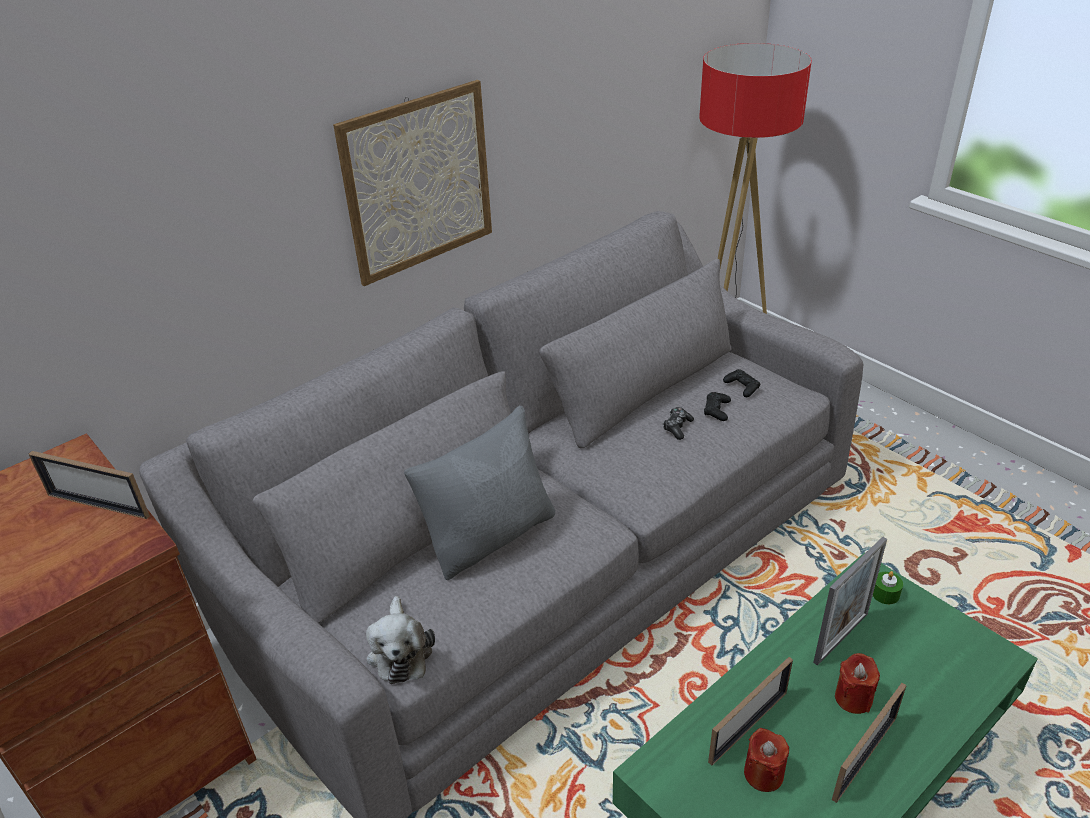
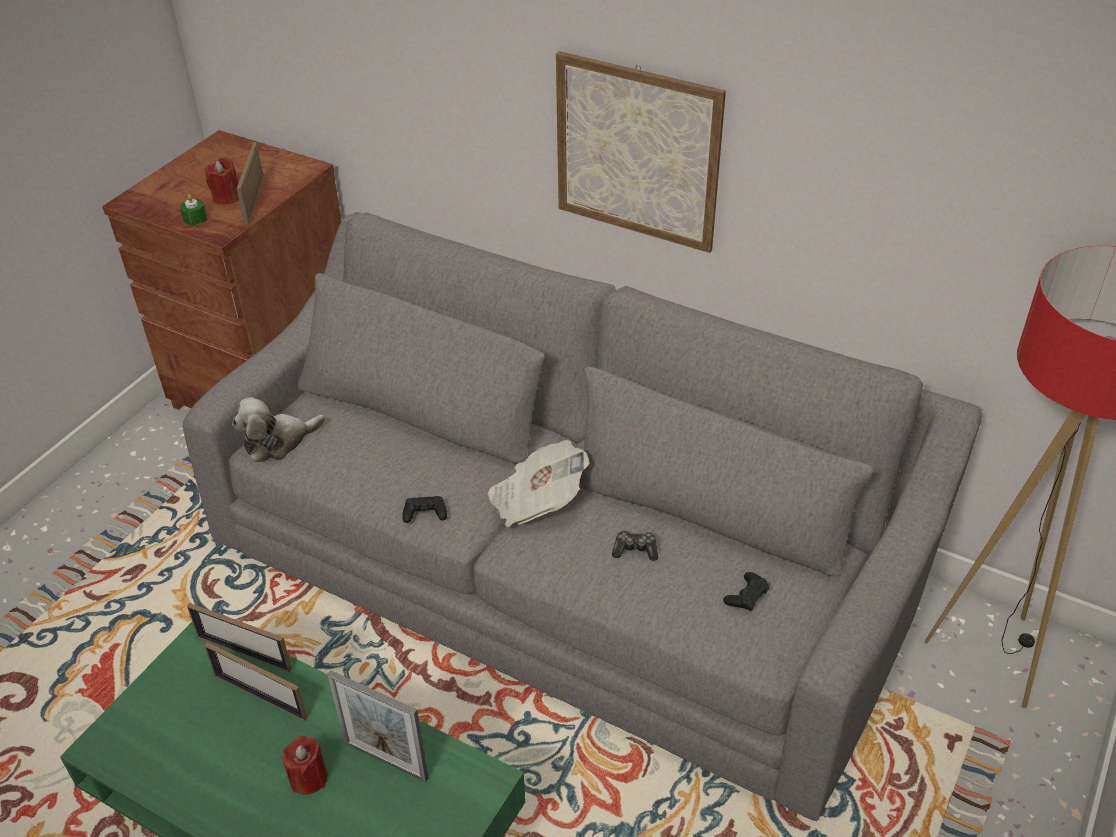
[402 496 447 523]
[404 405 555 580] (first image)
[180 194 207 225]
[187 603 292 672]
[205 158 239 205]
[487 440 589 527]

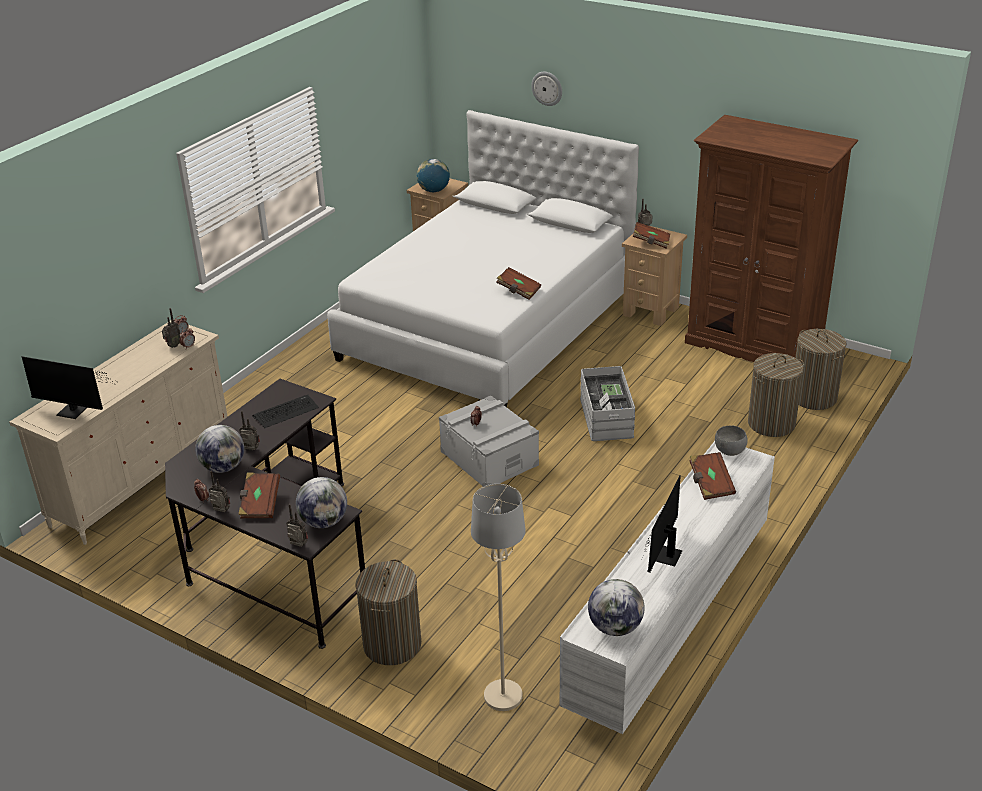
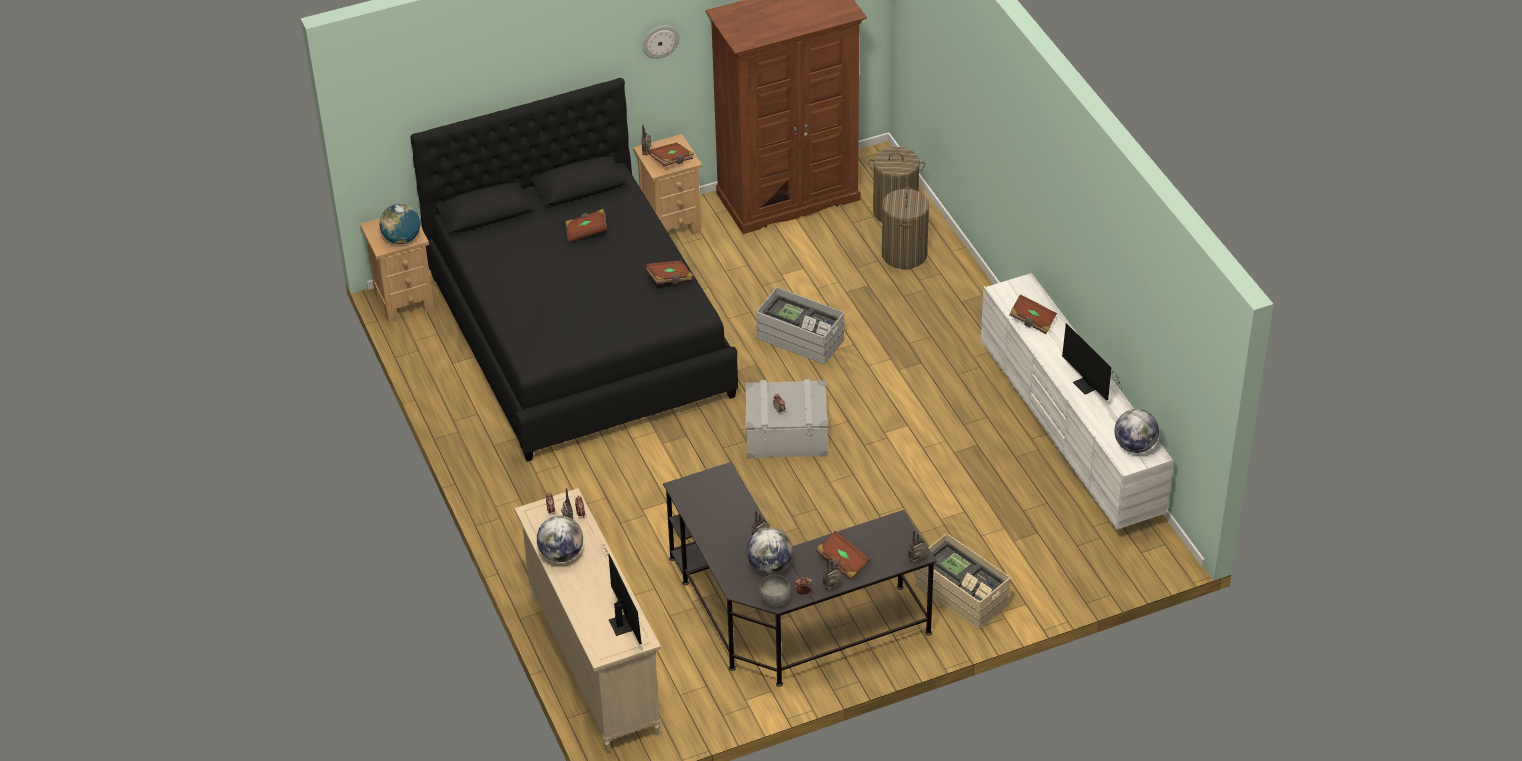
[642 26 680 59]
[411 78 738 462]
[603 547 642 644]
[252 395 319 428] (first image)
[759 575 791 606]
[537 516 583 562]
[471 484 526 711] (first image)
[915 534 1010 629]
[566 209 607 242]

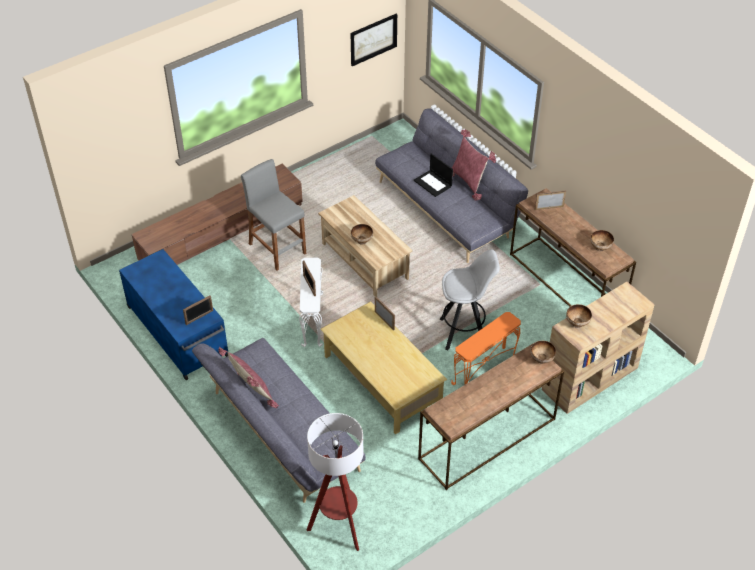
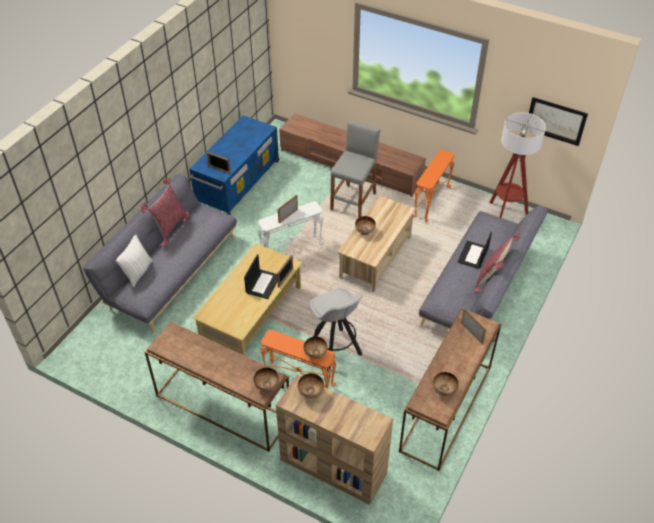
[489 112 546 218]
[413 150 455 222]
[116 235 153 287]
[244 254 277 299]
[304 336 328 359]

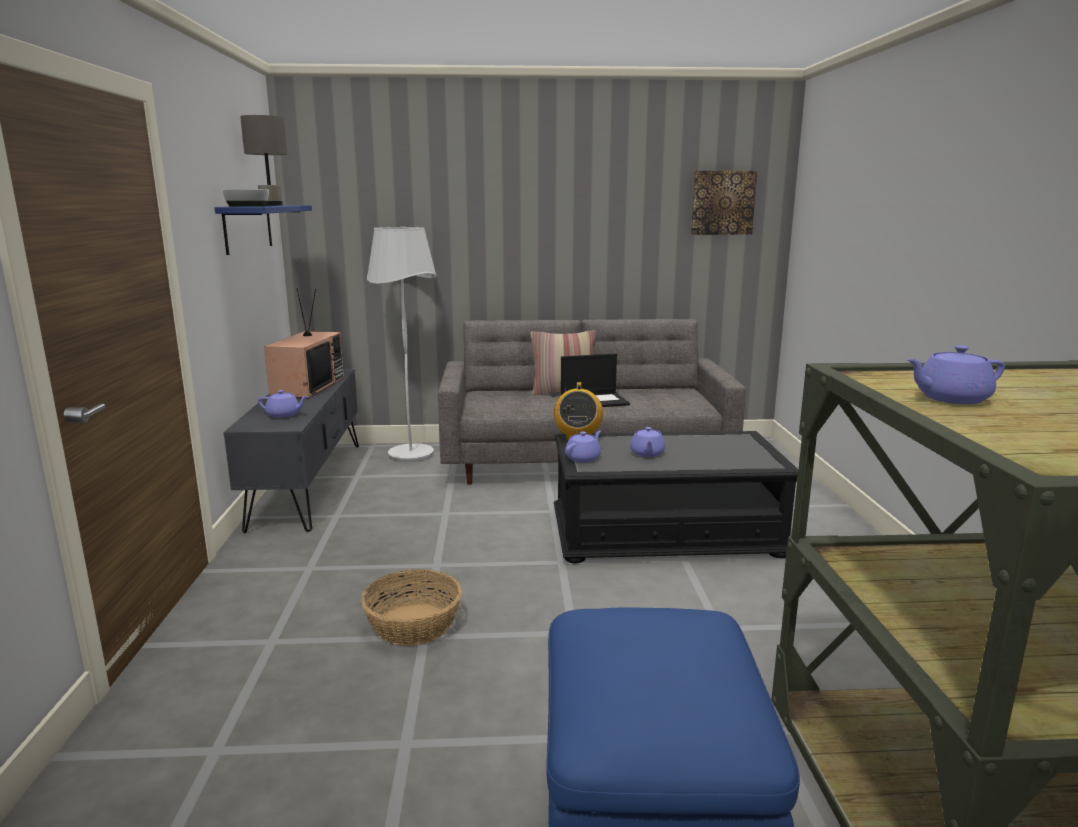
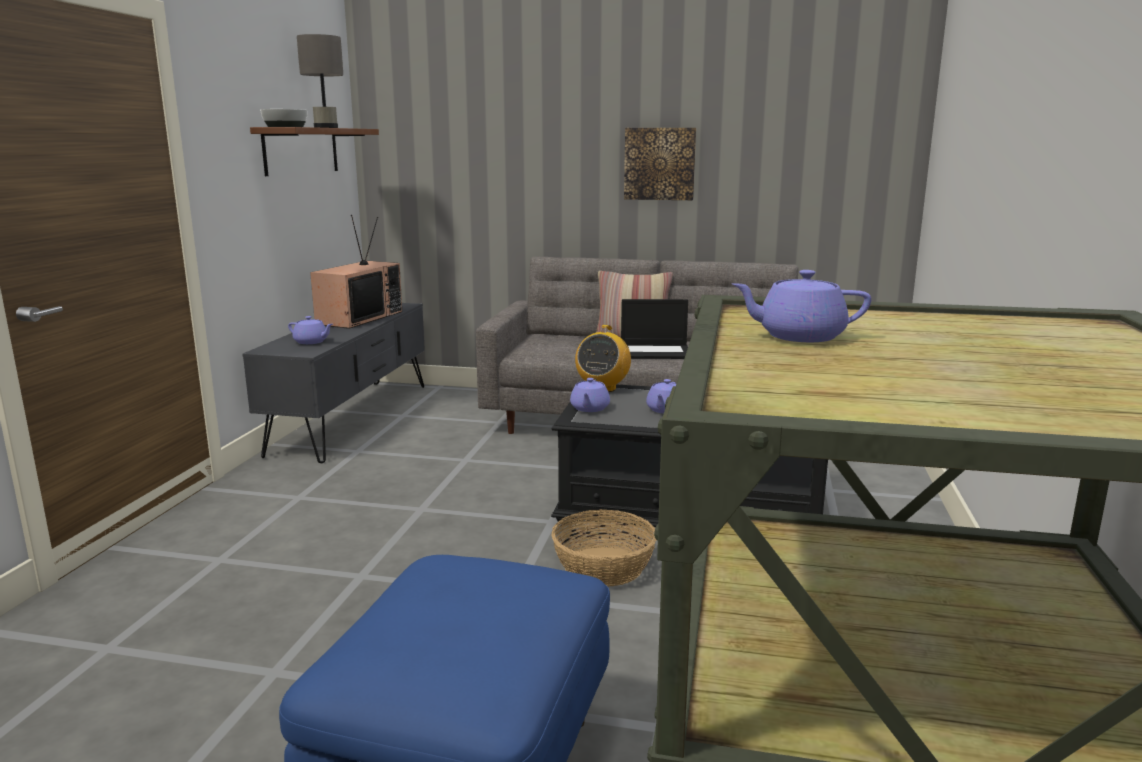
[624 128 696 200]
[250 127 379 176]
[367 227 437 462] (first image)
[570 378 610 412]
[551 510 657 587]

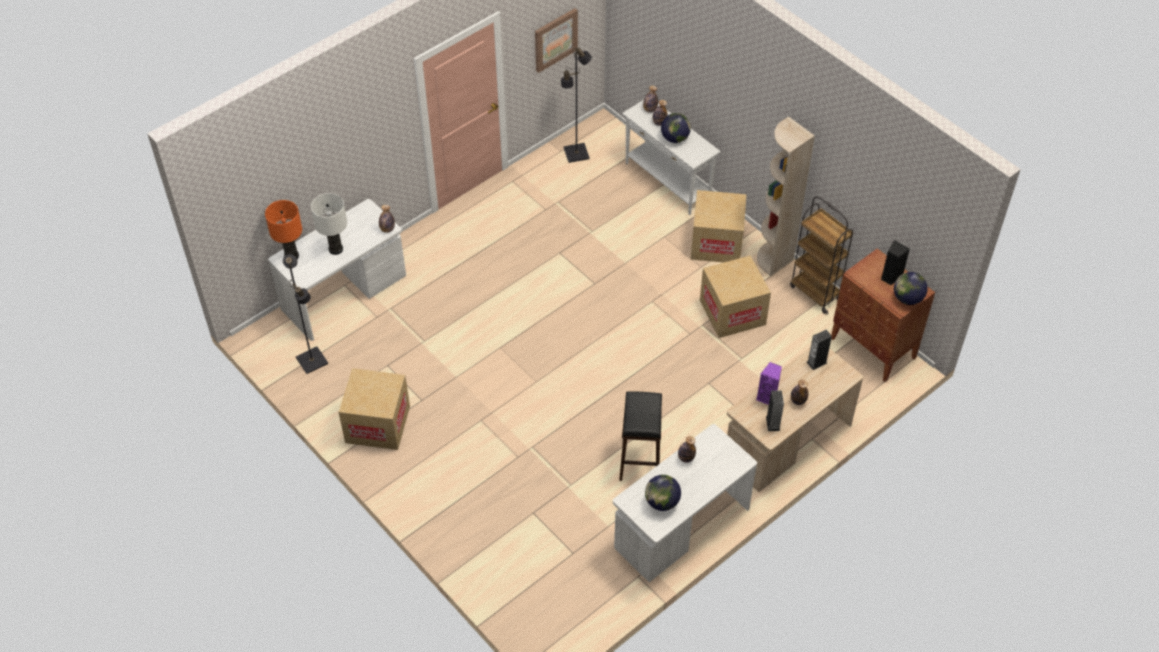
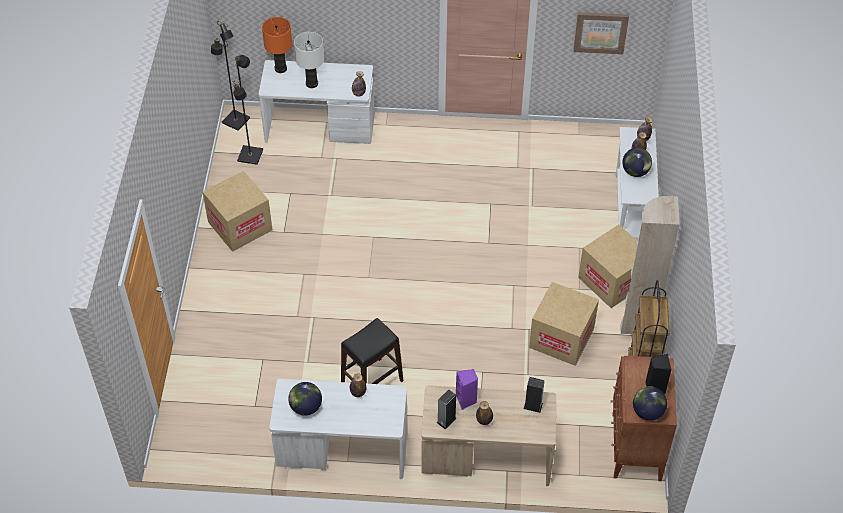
[211 21 250 131]

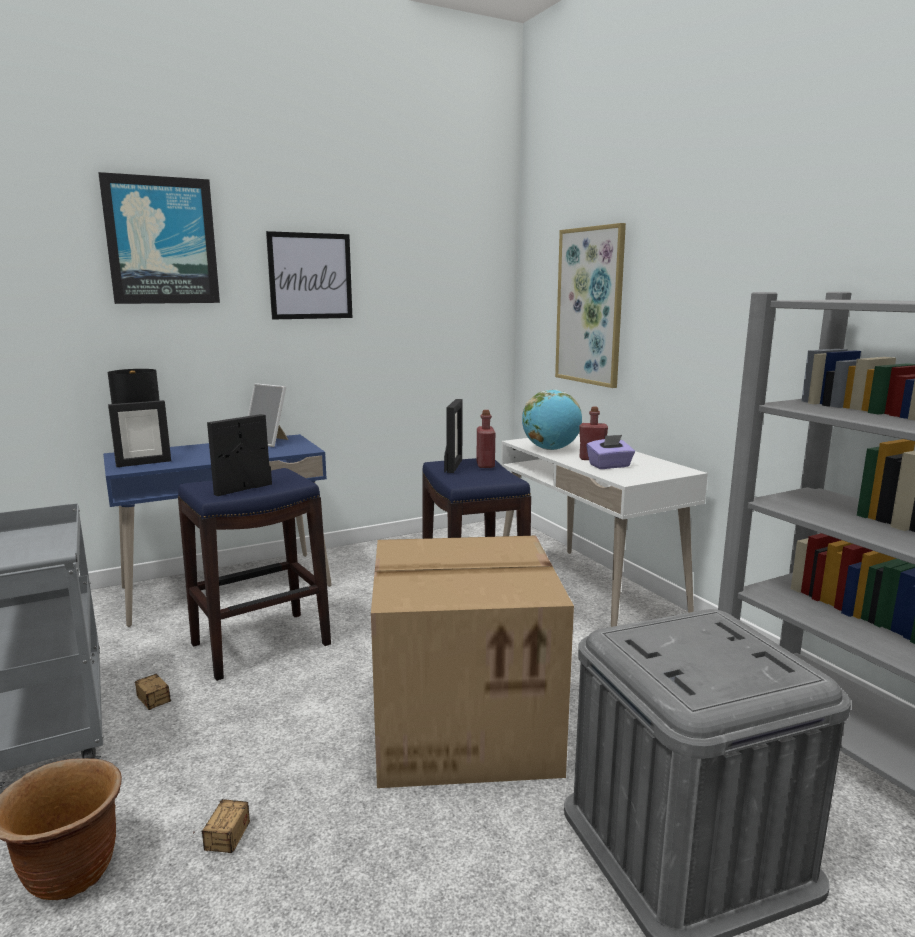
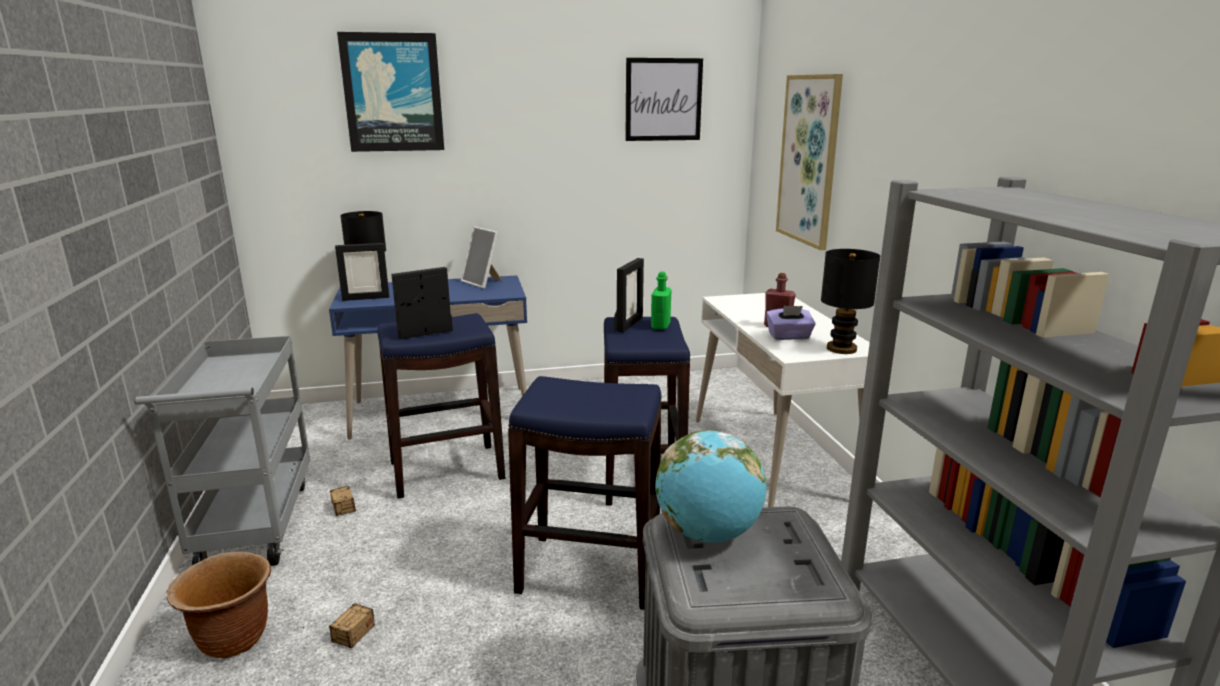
[625 58 703 141]
[655 430 766 543]
[651 272 671 330]
[508 376 662 610]
[821 249 880 354]

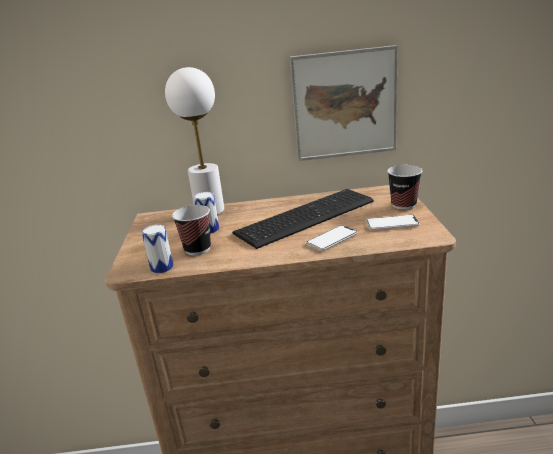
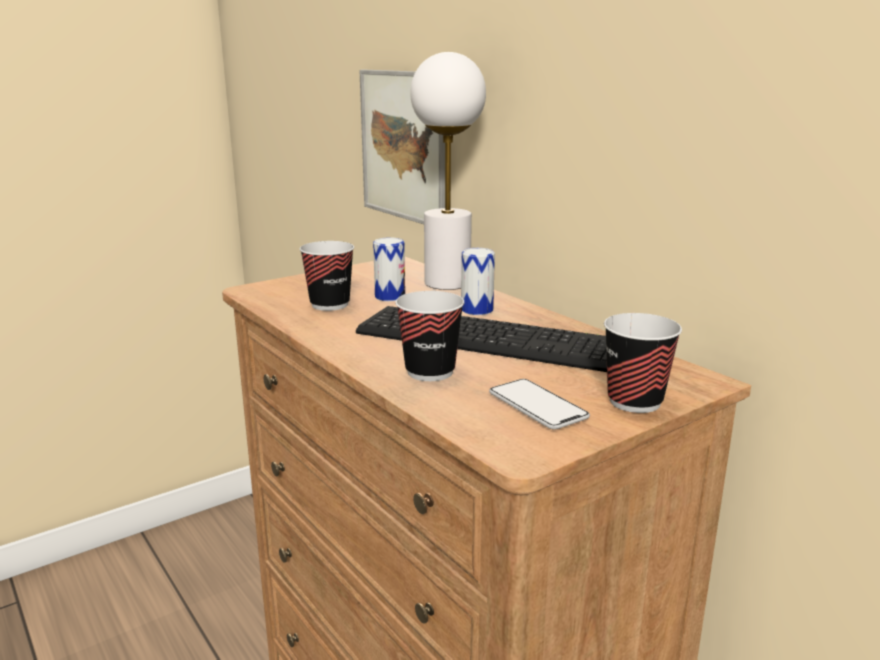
[359 70 445 224]
[461 248 495 315]
[395 291 465 381]

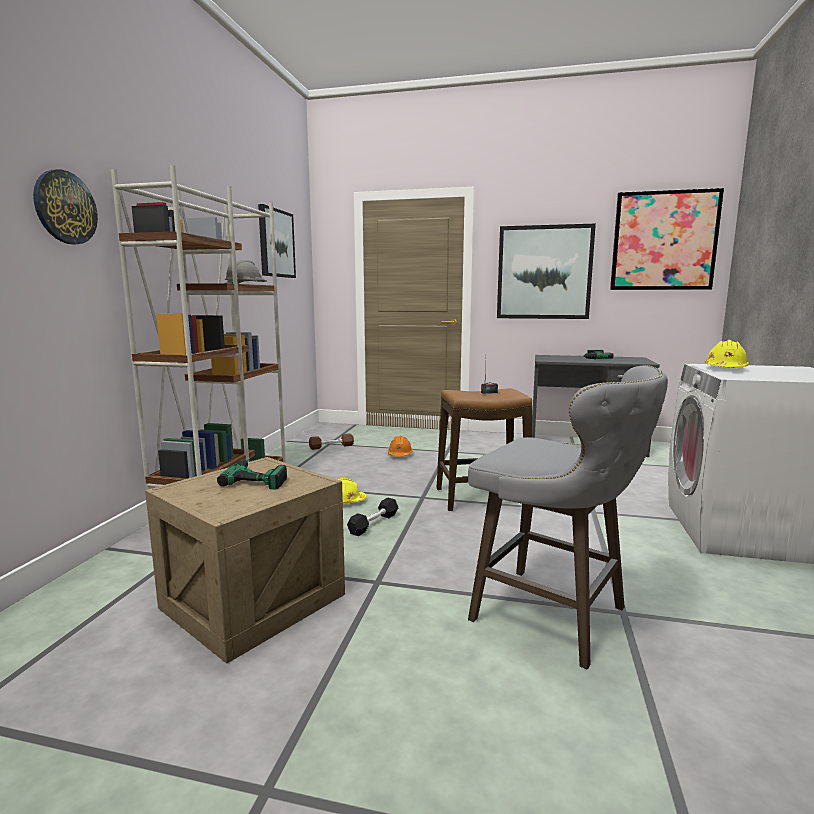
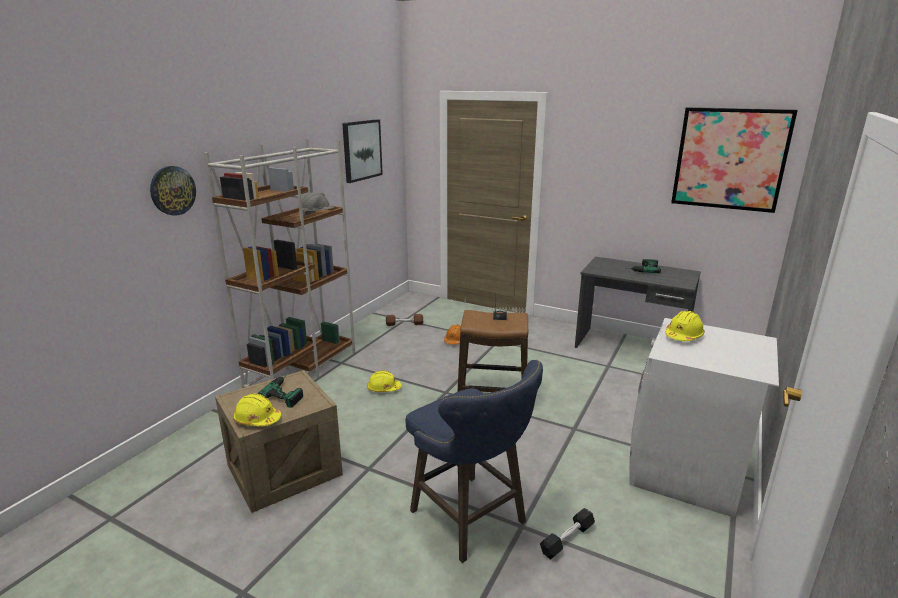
[497 224 596 319] (first image)
[405 360 543 563]
[540 508 595 559]
[233 394 281 426]

